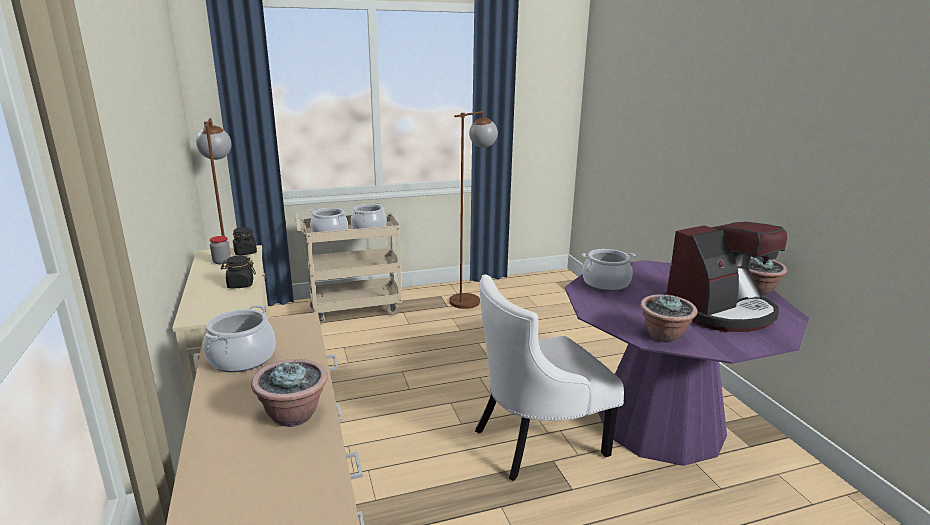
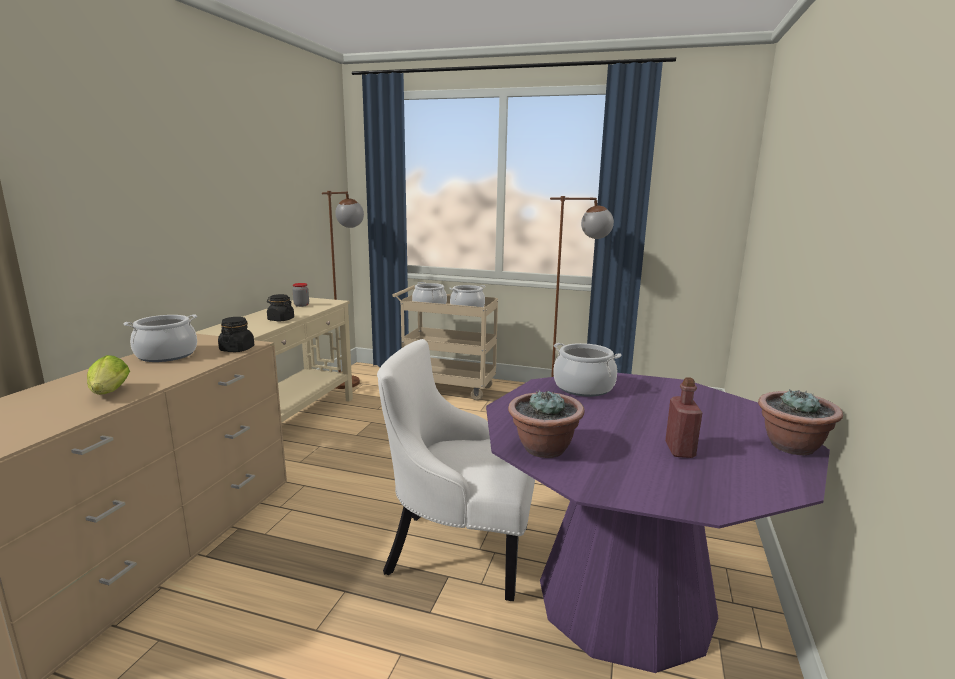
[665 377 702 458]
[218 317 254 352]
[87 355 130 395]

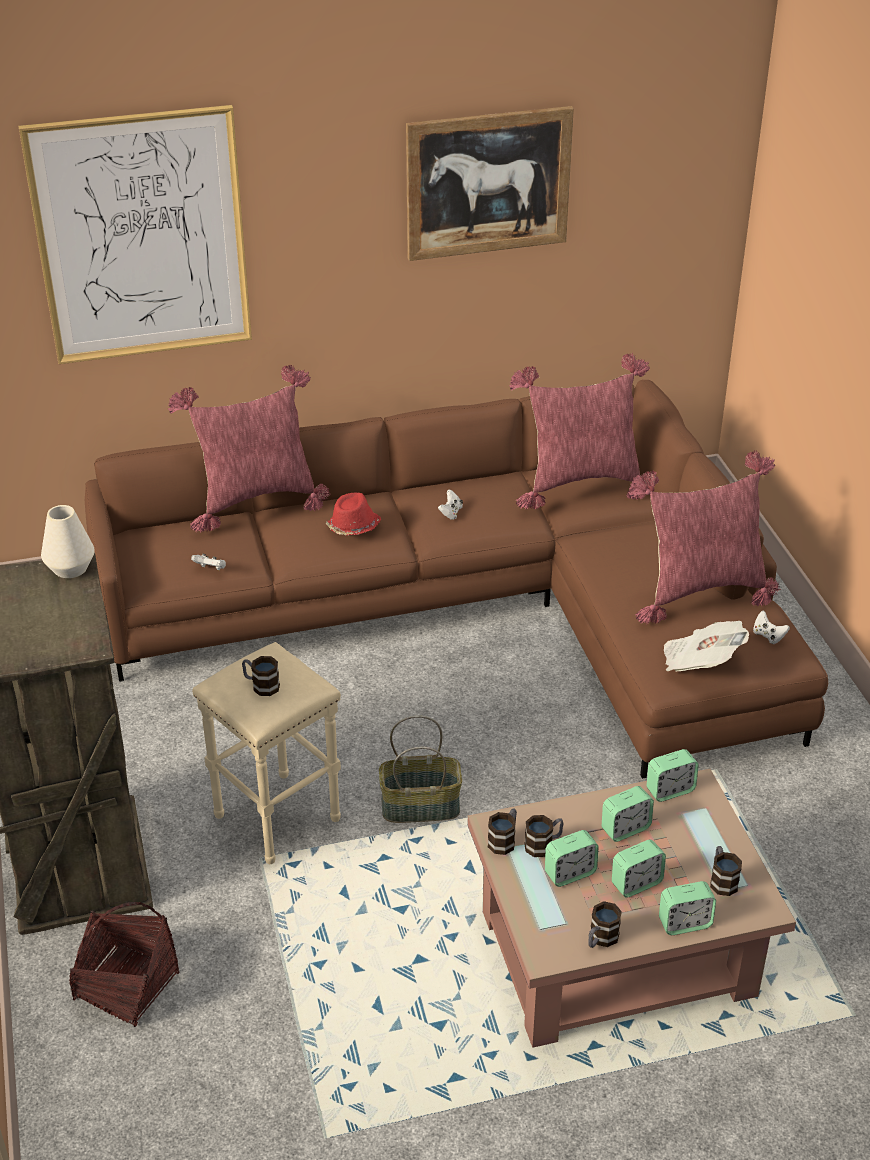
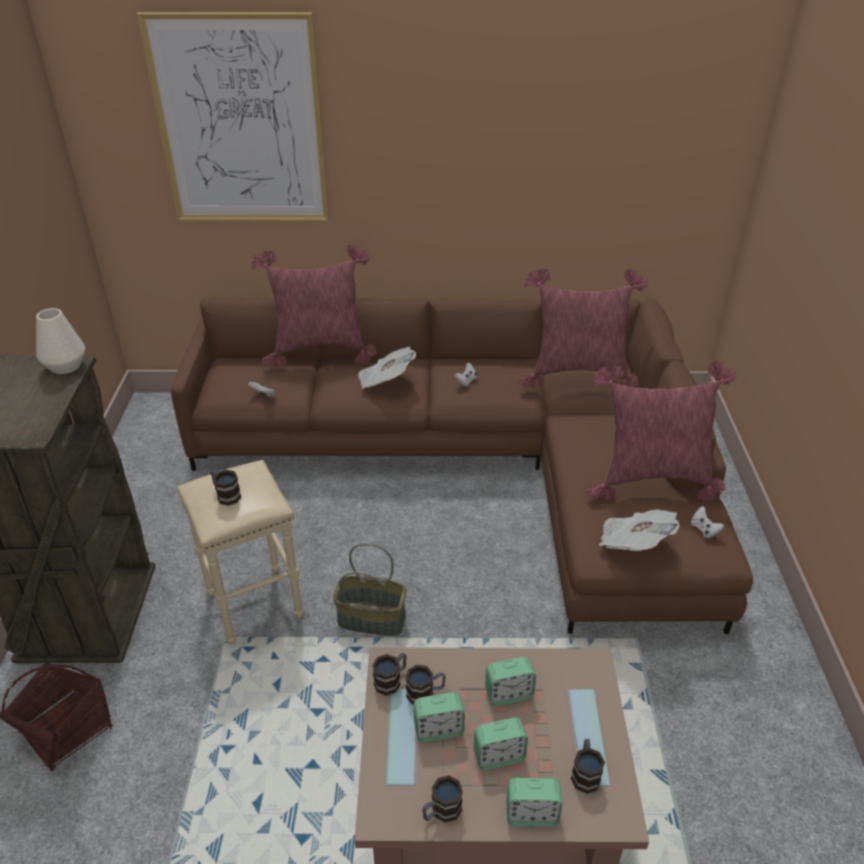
[406 106 574 261] (first image)
[358 347 416 389]
[647 749 699 802] (first image)

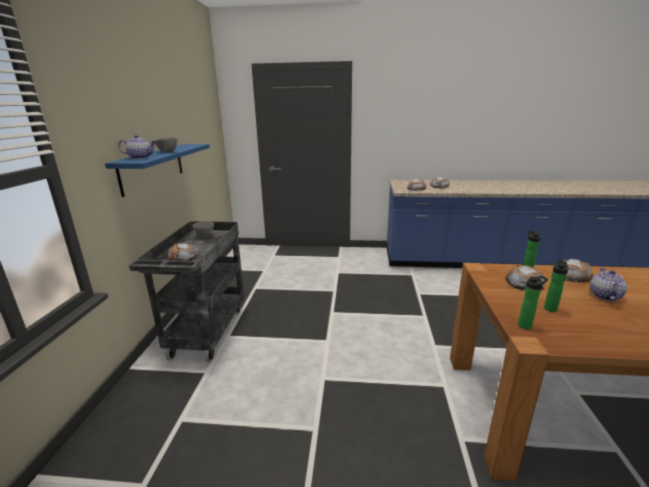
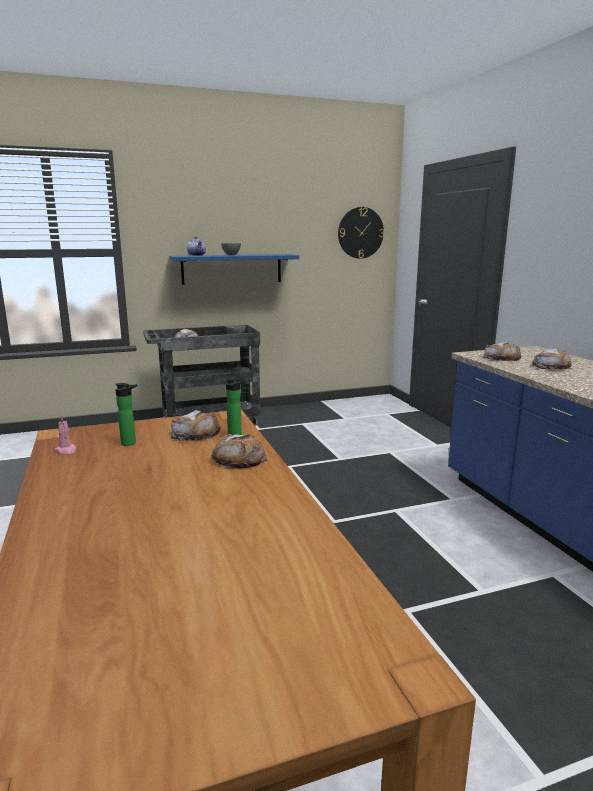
[590 268 627 301] (first image)
[518 276 548 330] (first image)
[338 207 384 259]
[54 415 76 454]

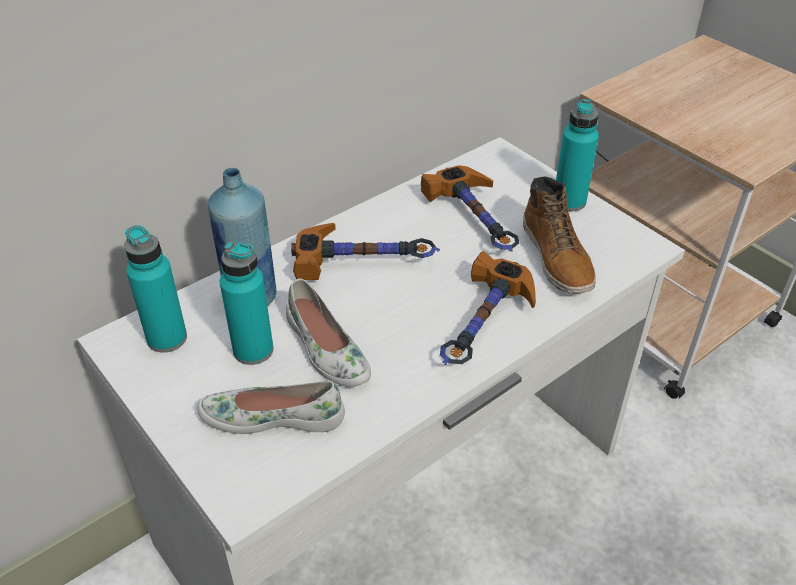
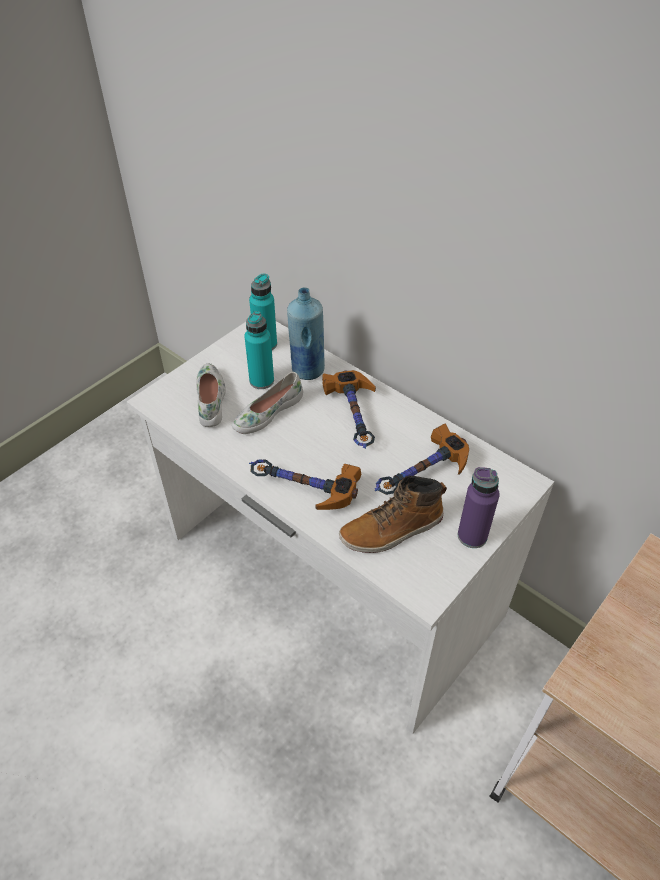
[458 467 500 548]

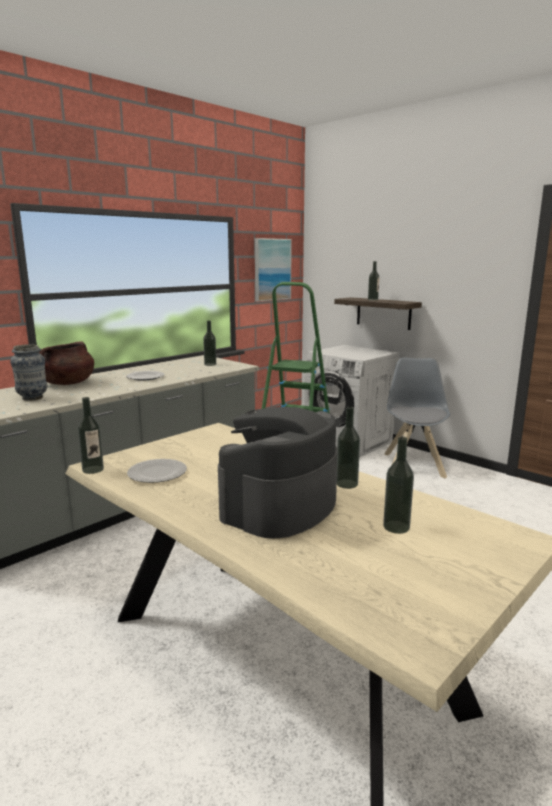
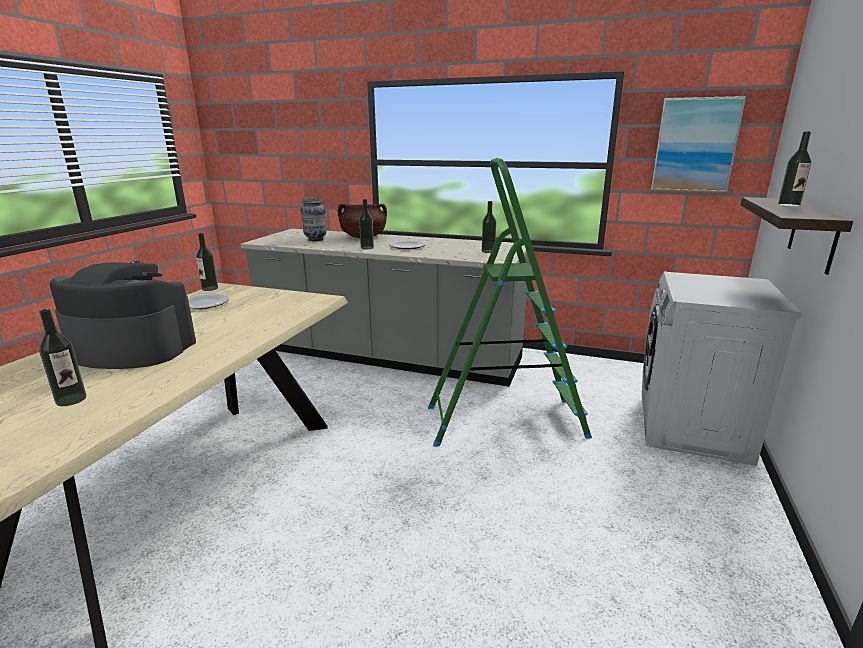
[384 357 450 478] (first image)
[359 199 374 249]

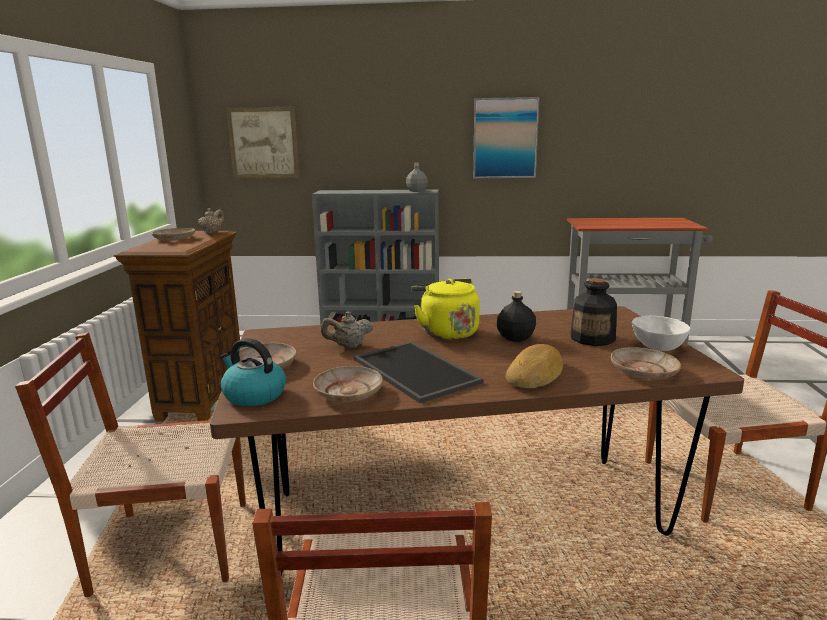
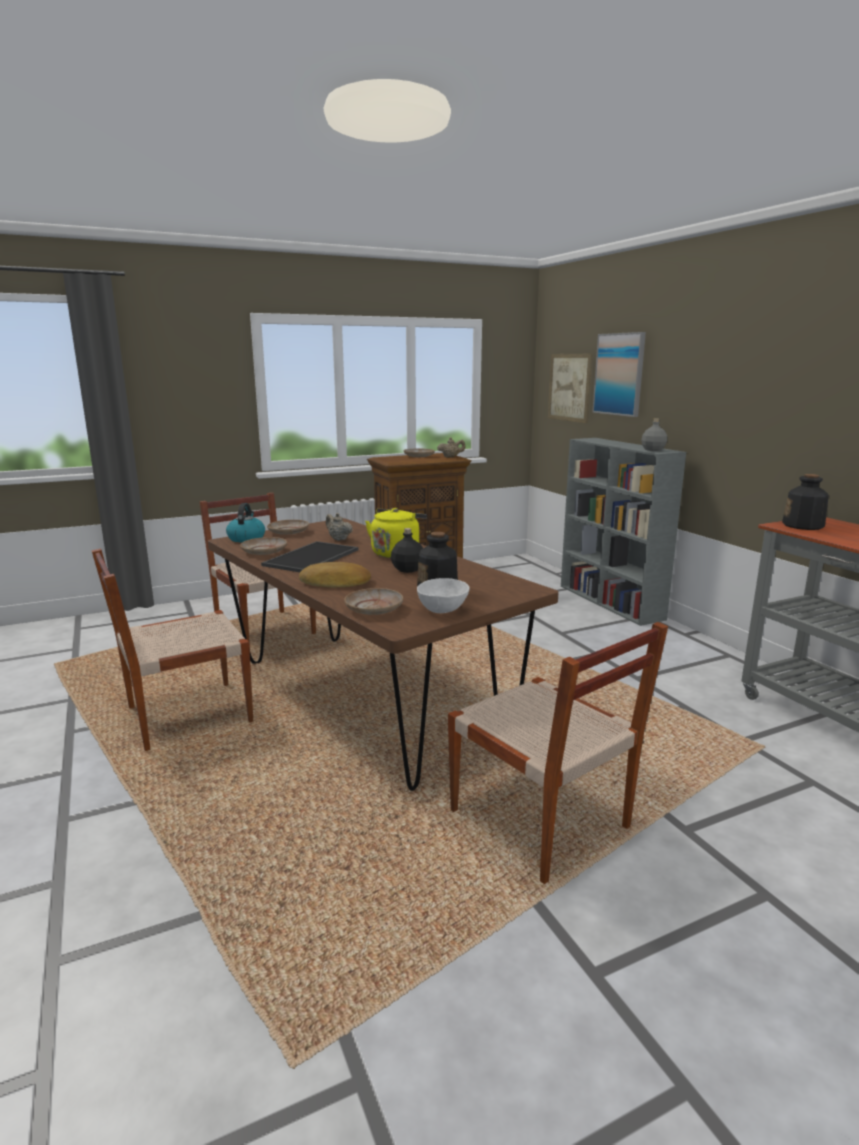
[592 332 646 417]
[782 474 829 530]

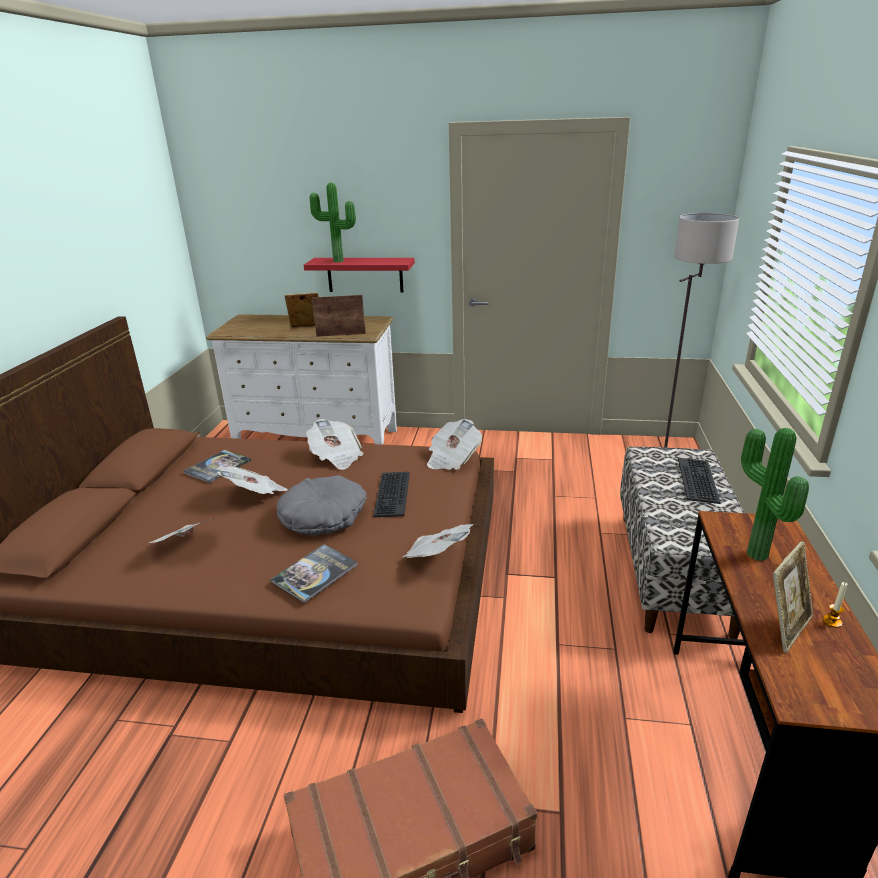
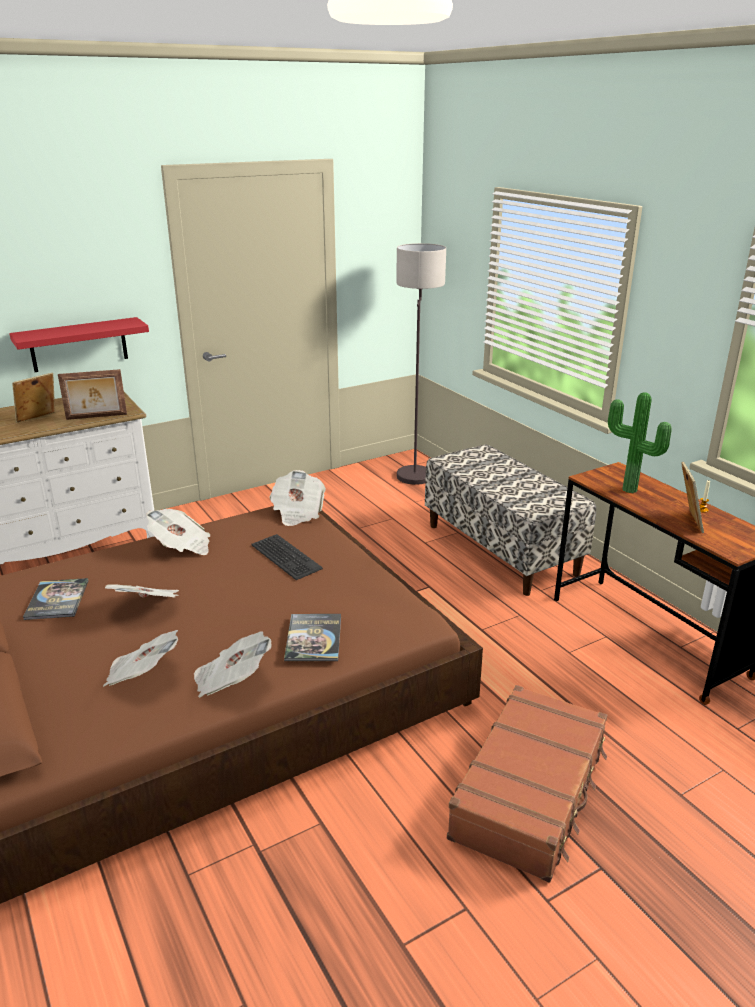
[310 183 356 263] (first image)
[58 369 127 420]
[678 458 721 504] (first image)
[277 475 367 535] (first image)
[194 631 272 698]

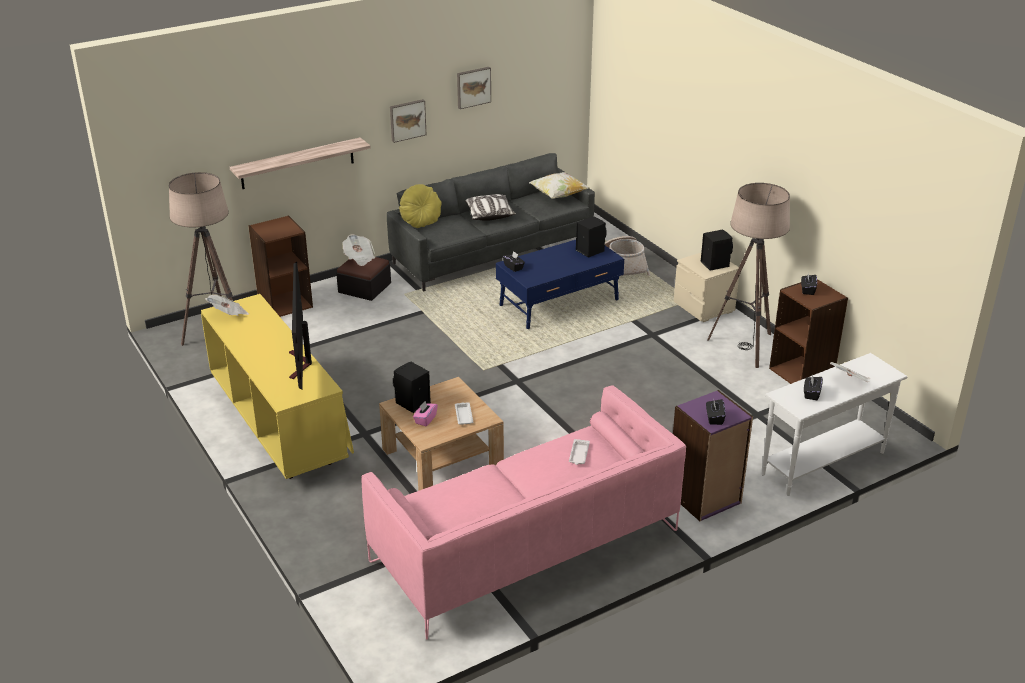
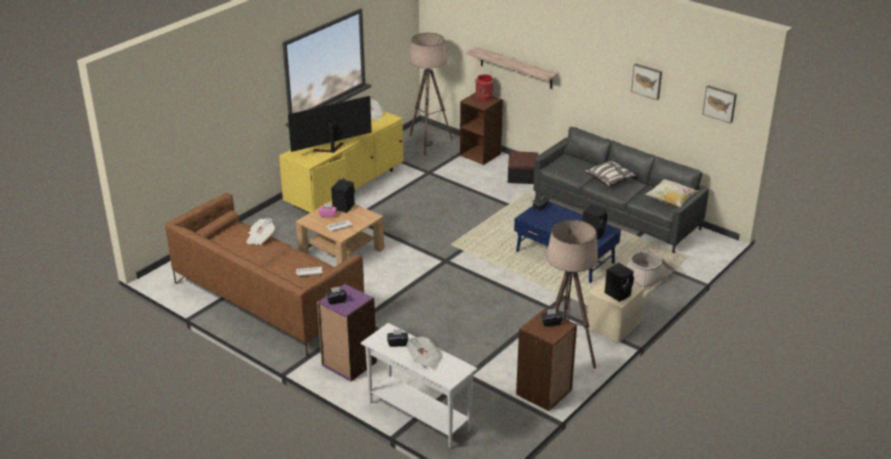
[702 85 737 124]
[399 184 442 228] (first image)
[246 218 275 245]
[165 193 364 357]
[475 74 494 102]

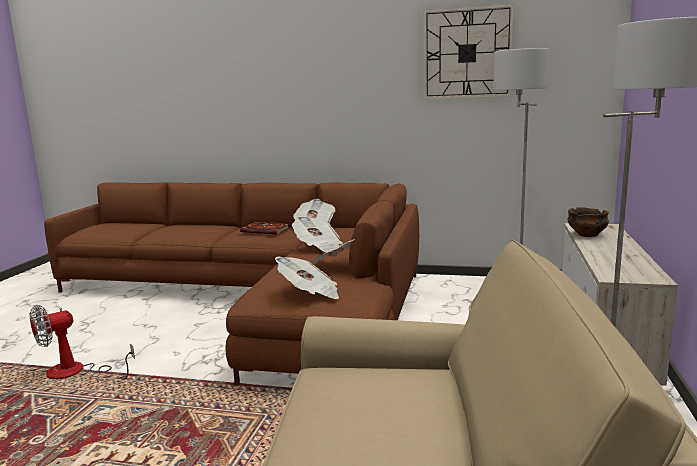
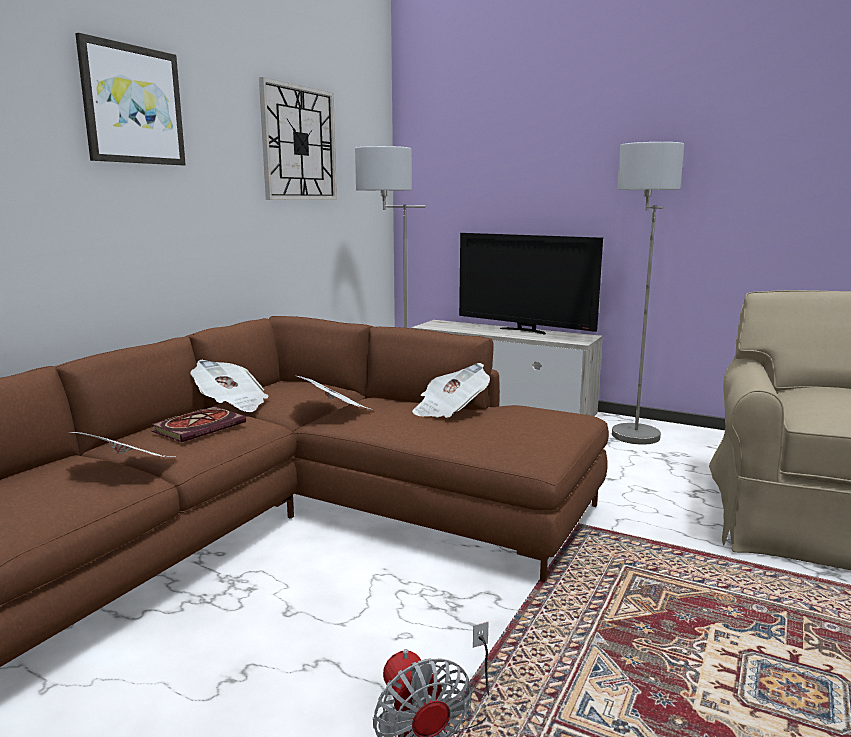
[567 207 609 237] (first image)
[68 432 176 457]
[75 33 186 165]
[459 233 603 335]

